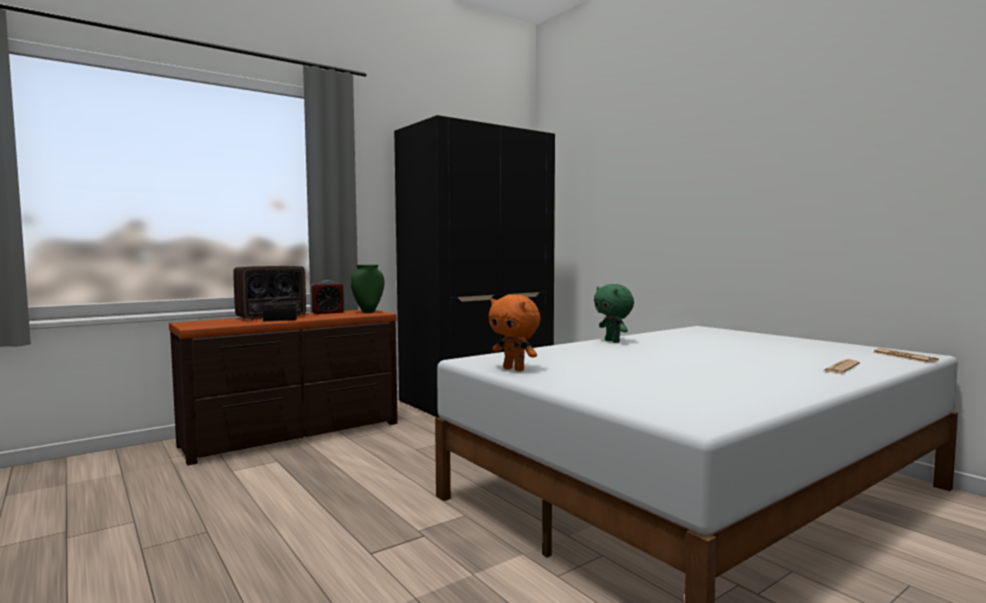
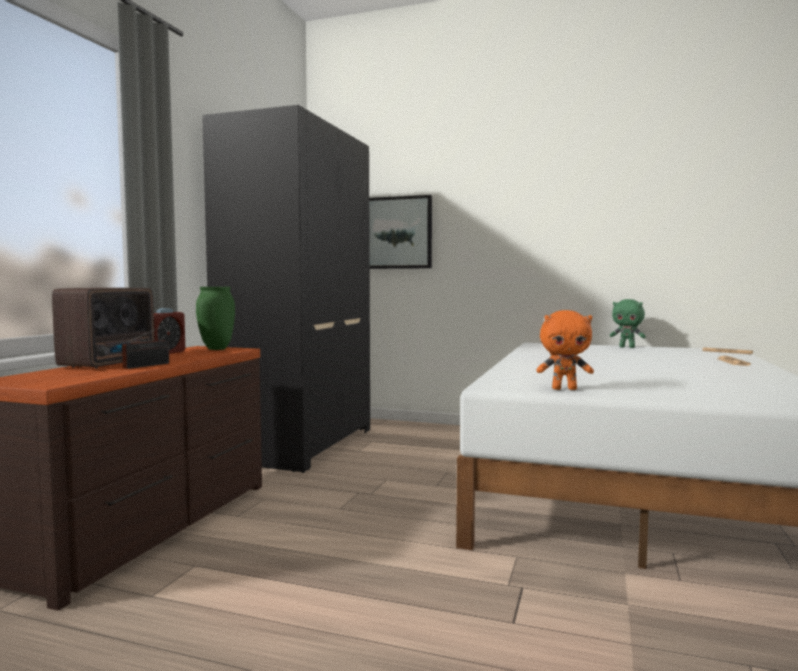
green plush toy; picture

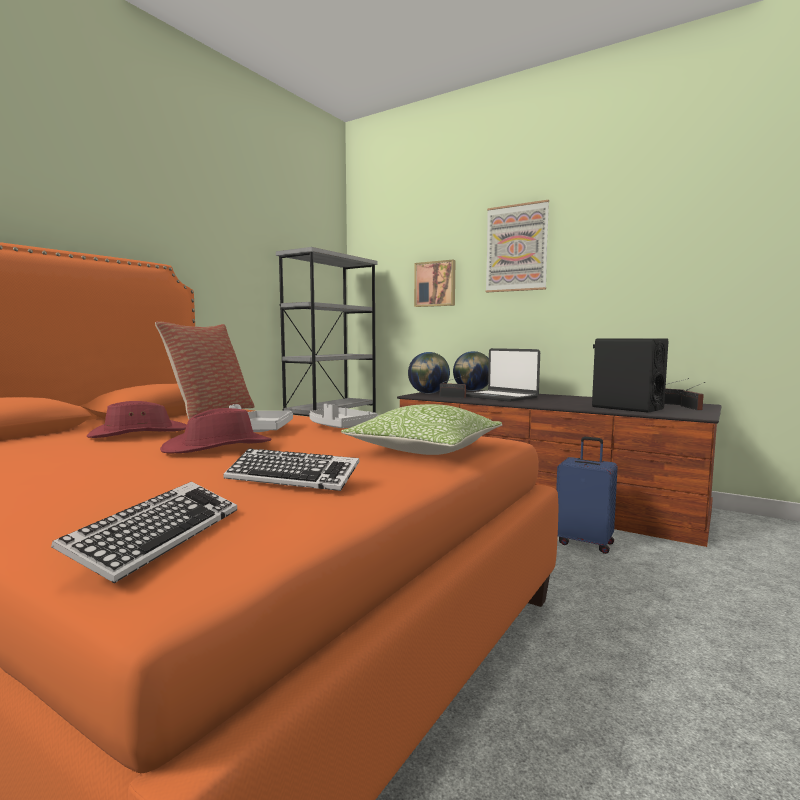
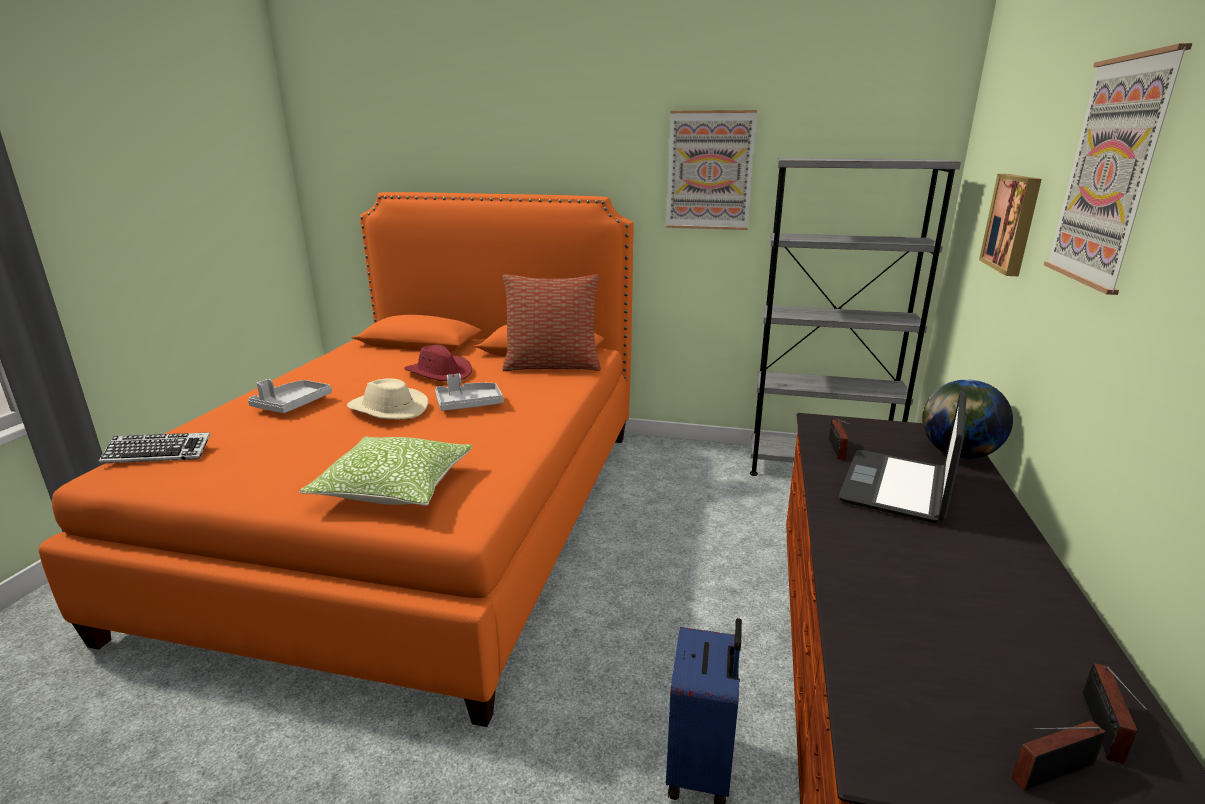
black speaker; globe (no. 1 from left in the first image); grey tray (no. 1 from left); beige hat; keyboard (no. 2 from left in the first image); picture (no. 1 from left)

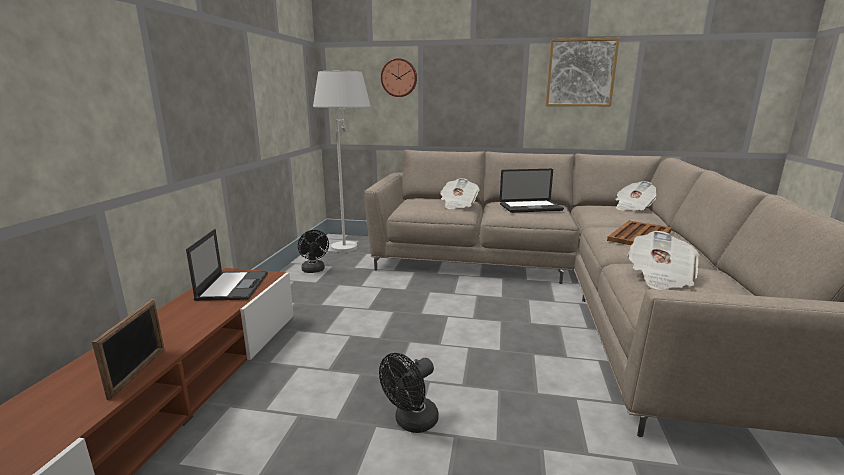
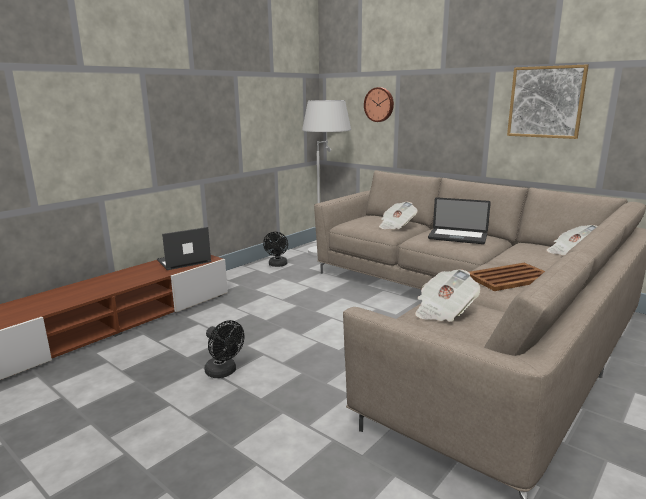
laptop (no. 1 from left); picture frame; black fan (no. 1 from left)

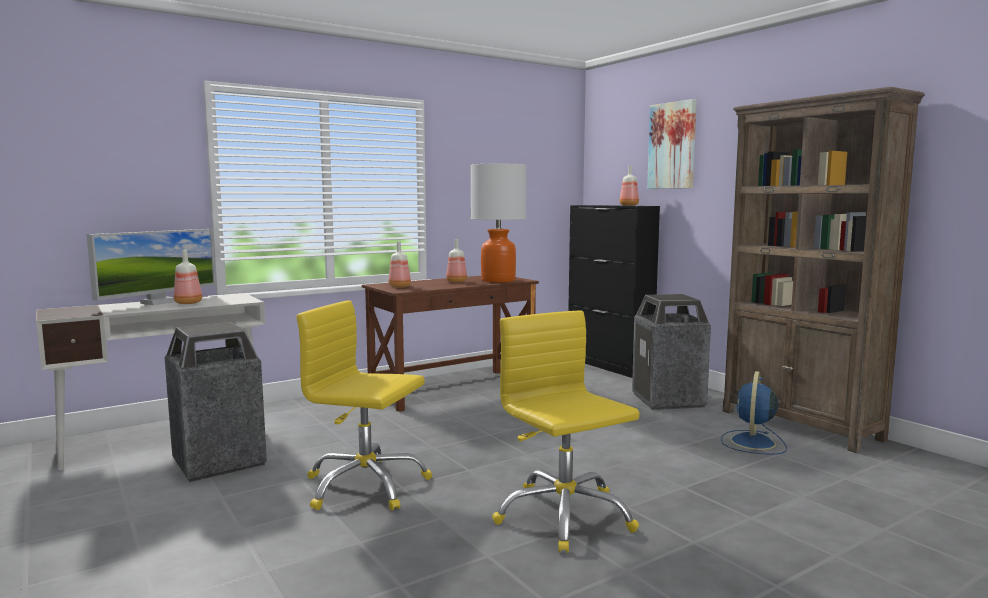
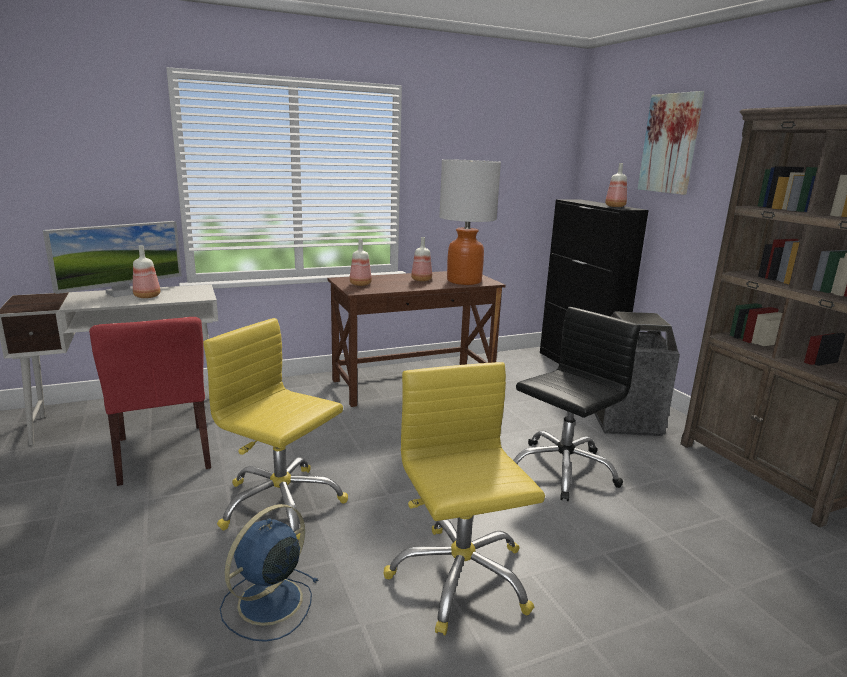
red chair; blue fan; black office chair

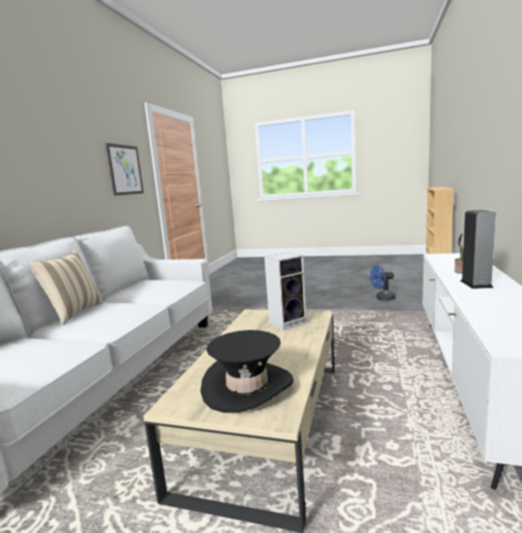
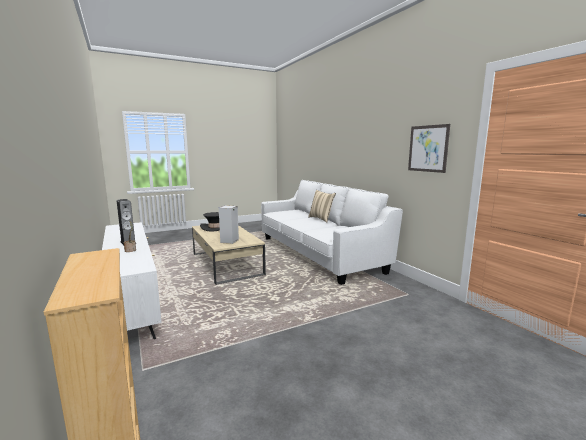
blue fan

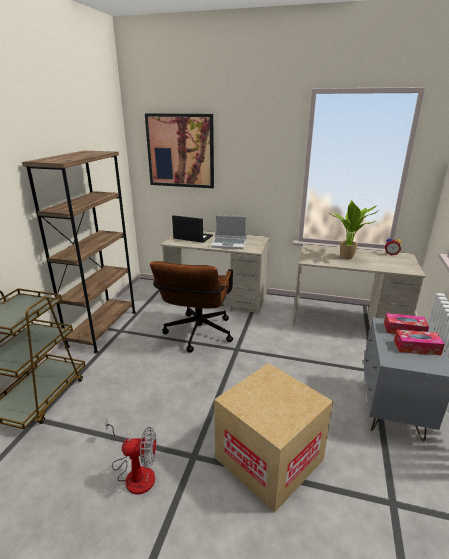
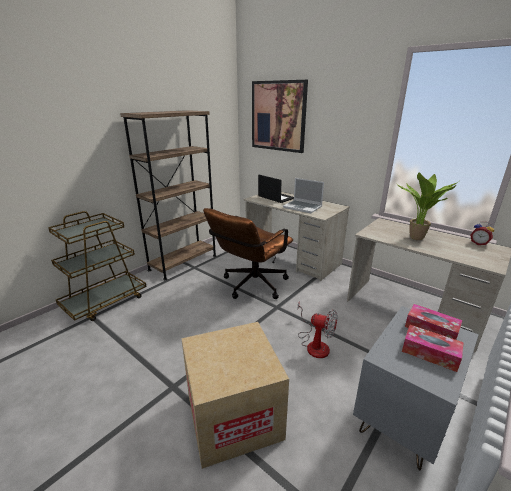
fan

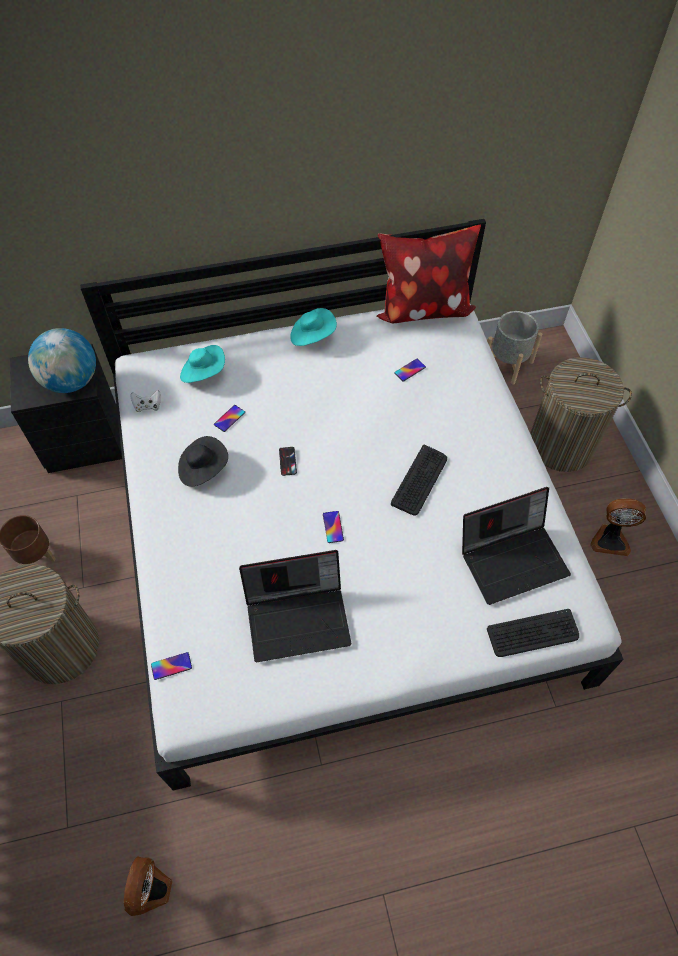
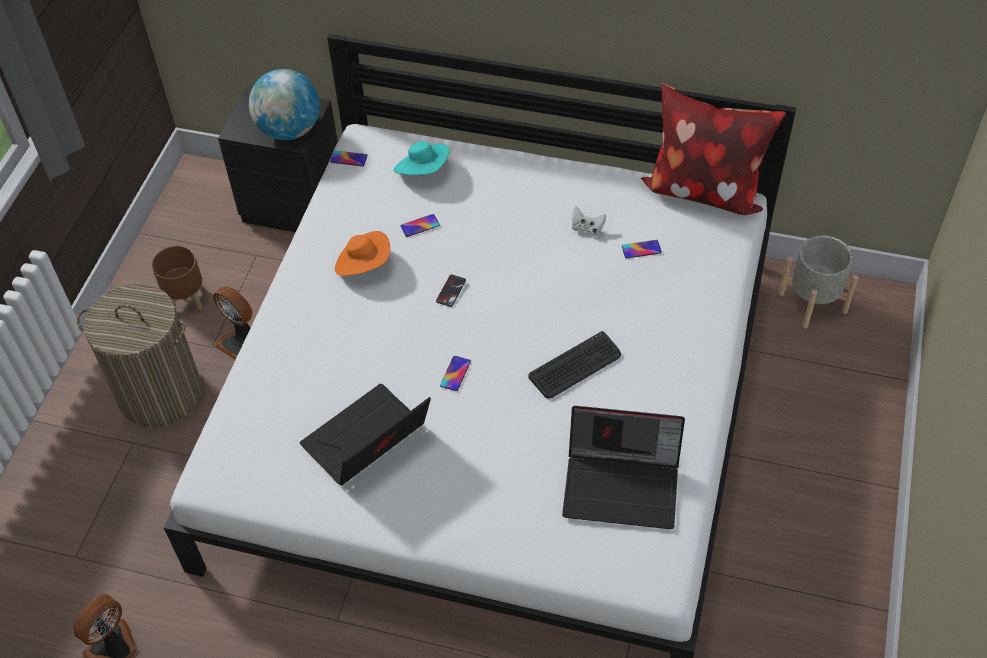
turquoise hat (no. 2 from left in the first image); laundry basket (no. 2 from left in the first image); white game controller; orange hat; fan (no. 2 from left); laptop (no. 1 from left); keyboard (no. 2 from left in the first image); phone (no. 1 from left)

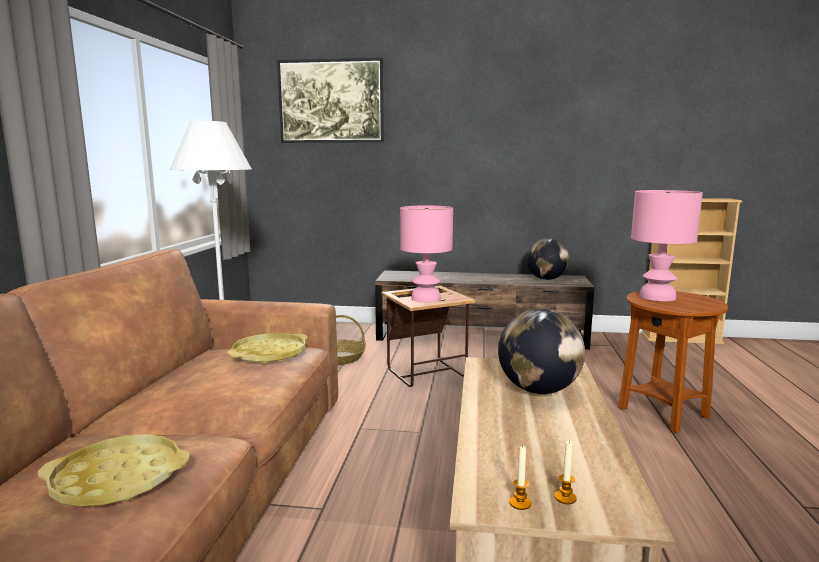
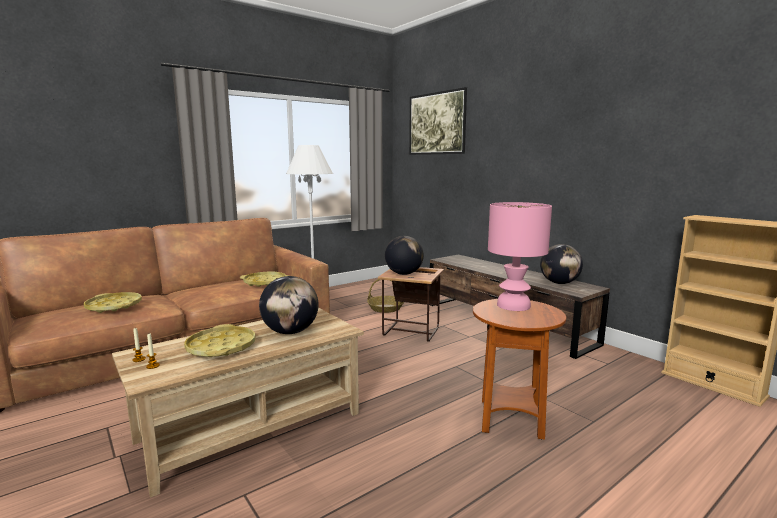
globe (no. 2 from left); yellow tray (no. 2 from left)

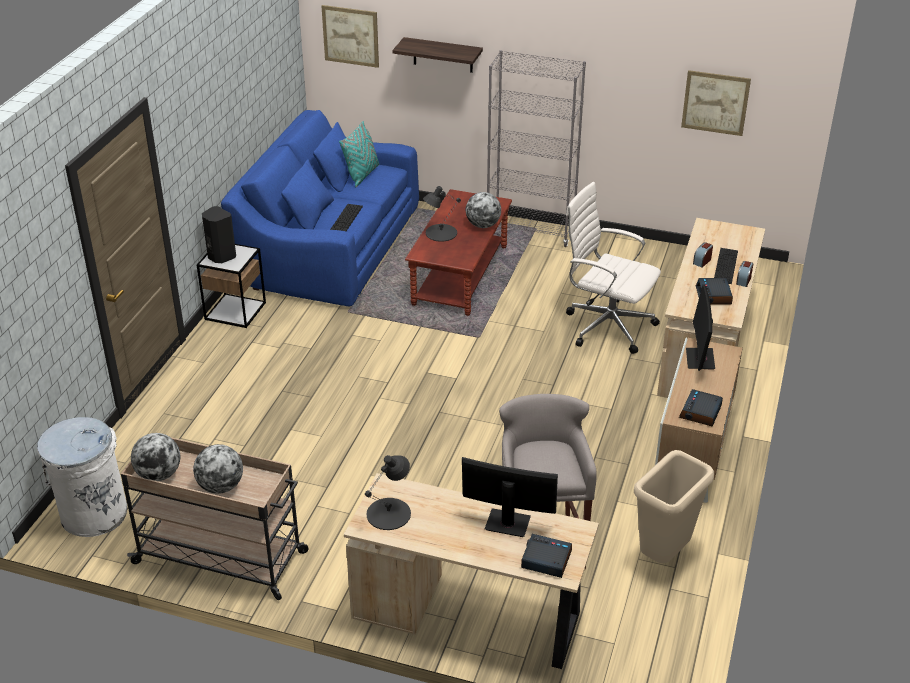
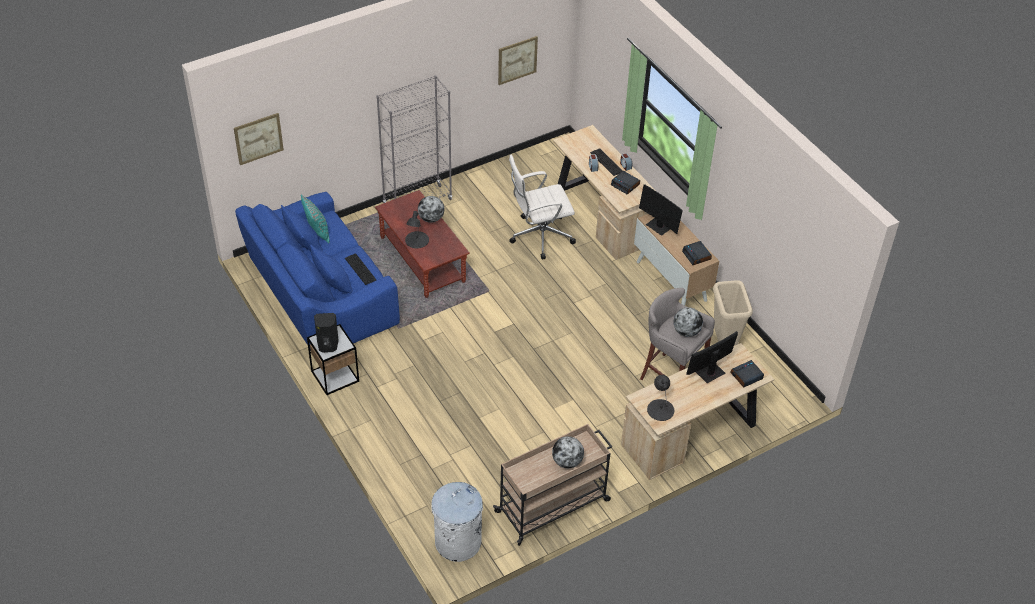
shelf; globe (no. 3 from left)

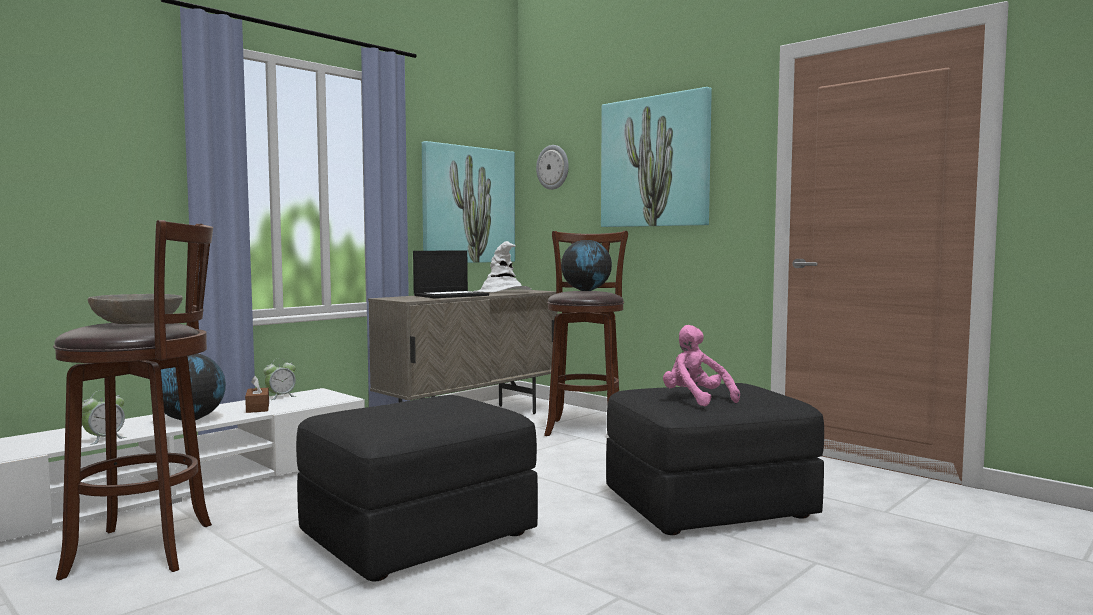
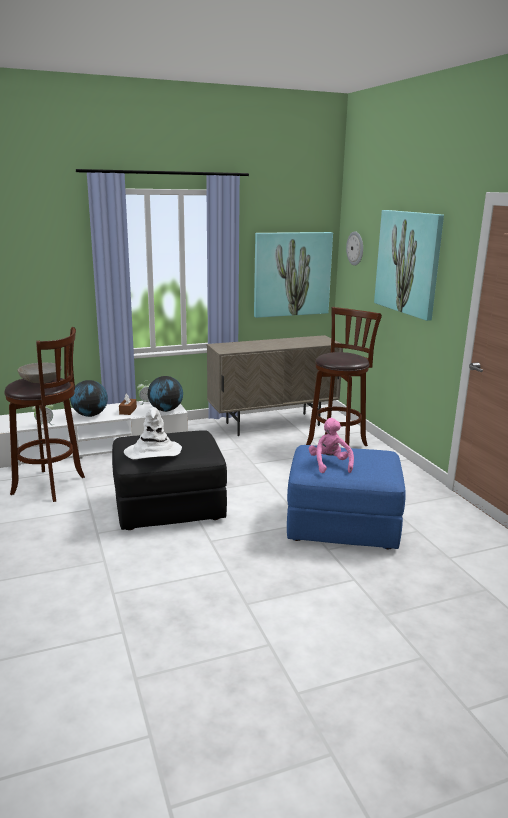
globe (no. 2 from left); white hat; laptop; blue ottoman

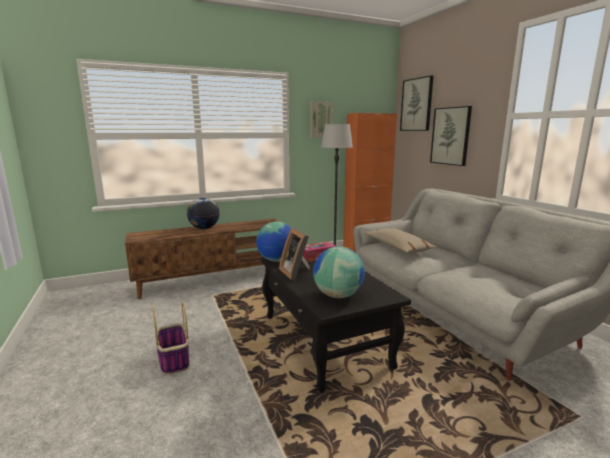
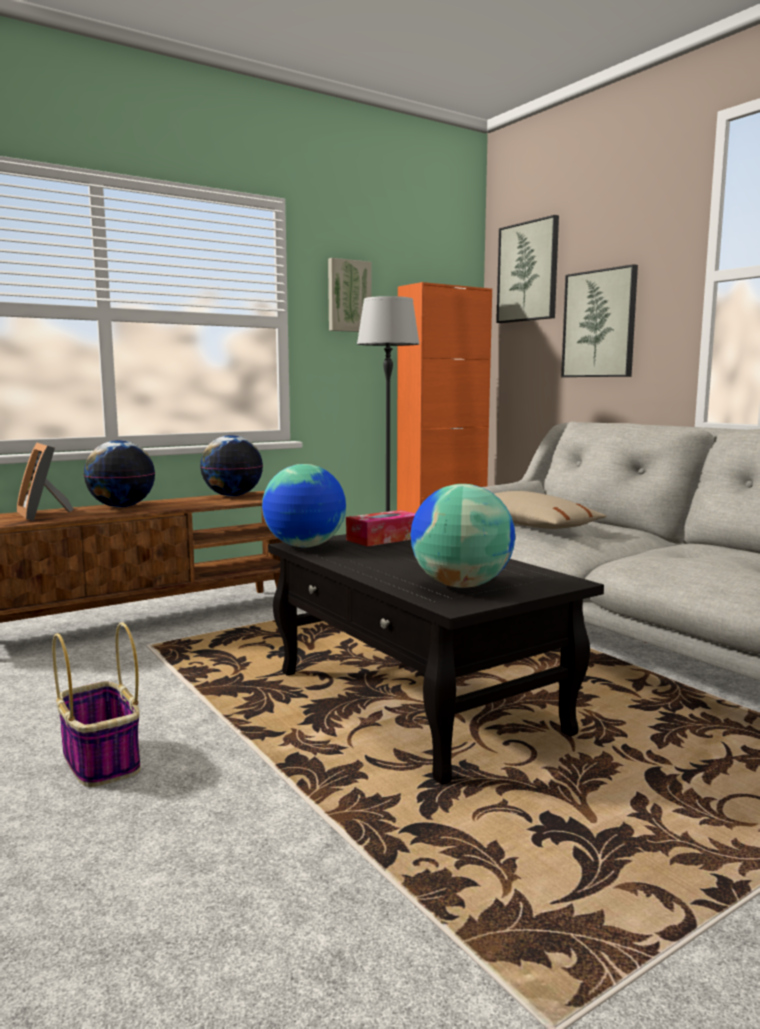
picture frame; globe (no. 2 from left)

